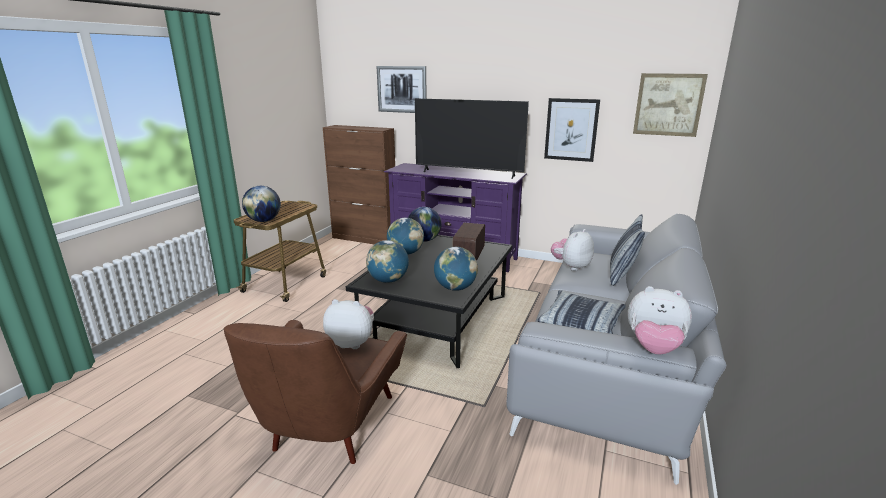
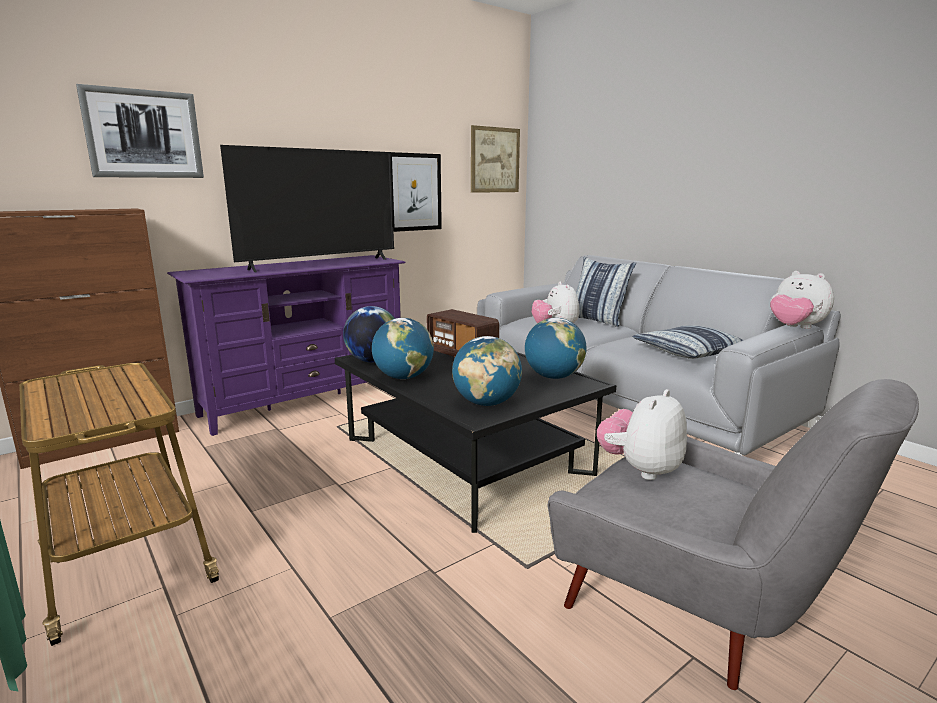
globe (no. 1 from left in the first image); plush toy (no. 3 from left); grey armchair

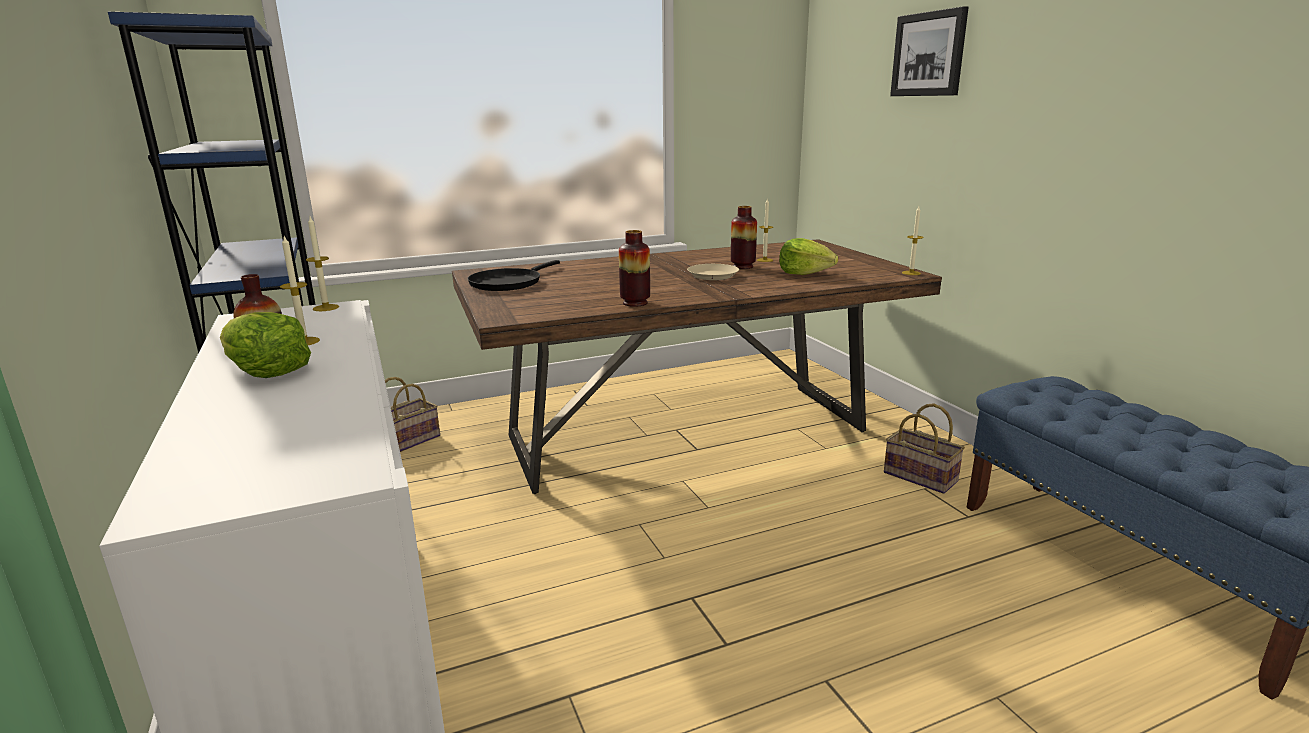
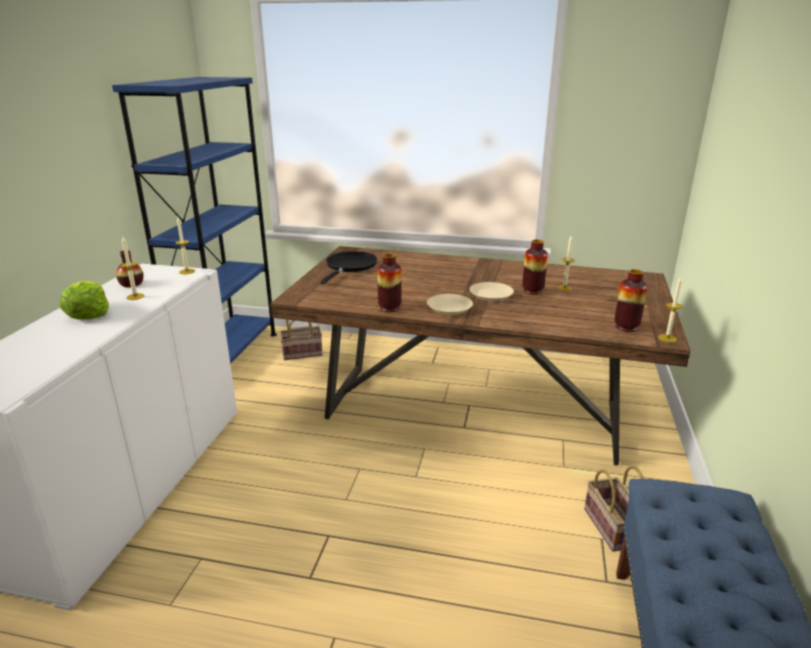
picture; lettuce (no. 2 from left in the first image); black frying pan; vase (no. 4 from left); beige plate (no. 1 from left)

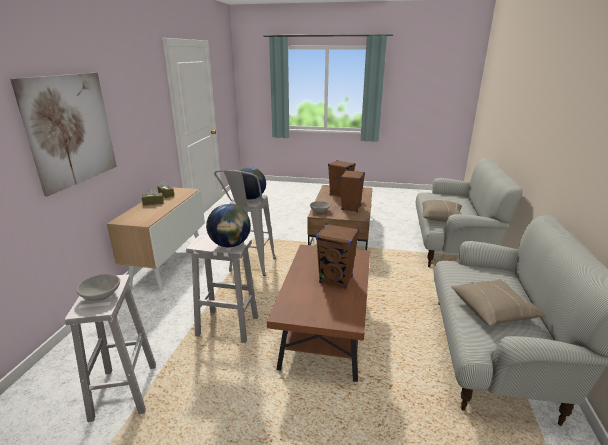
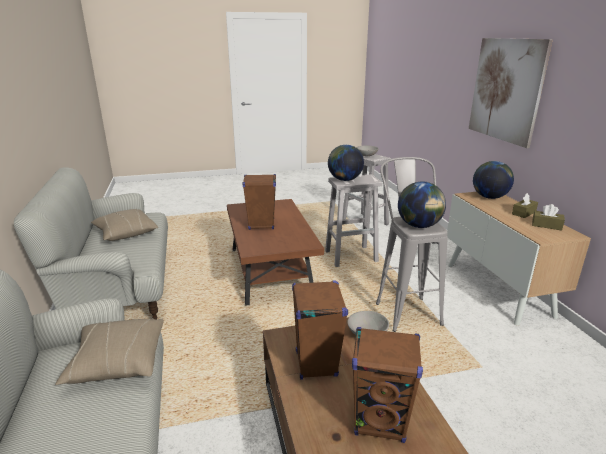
globe (no. 3 from left)

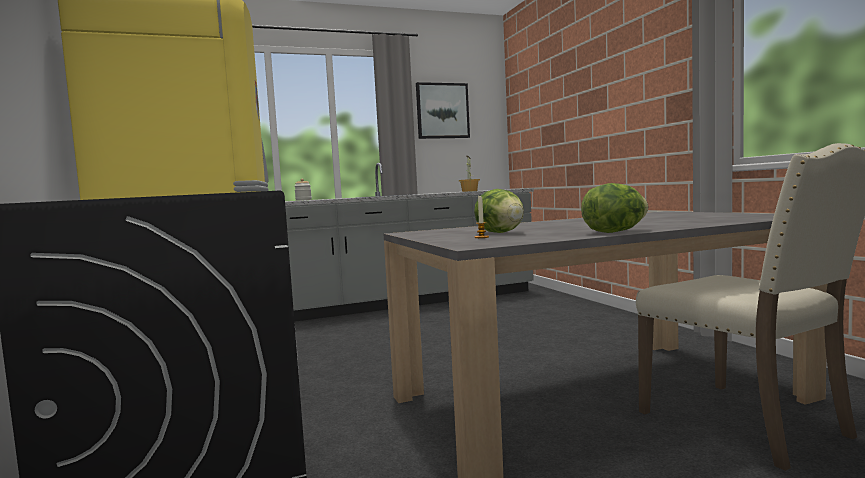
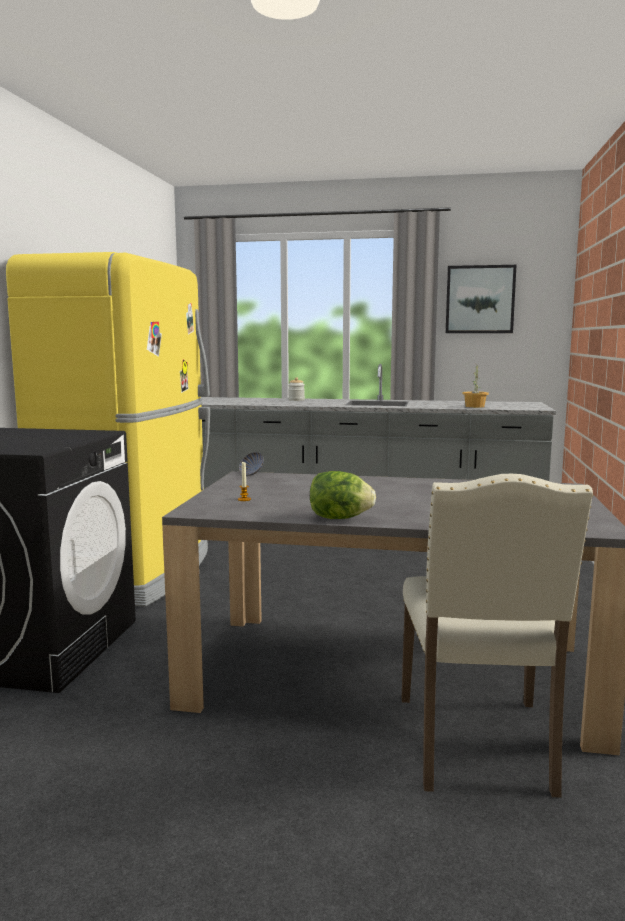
lettuce (no. 1 from left in the first image); bowl

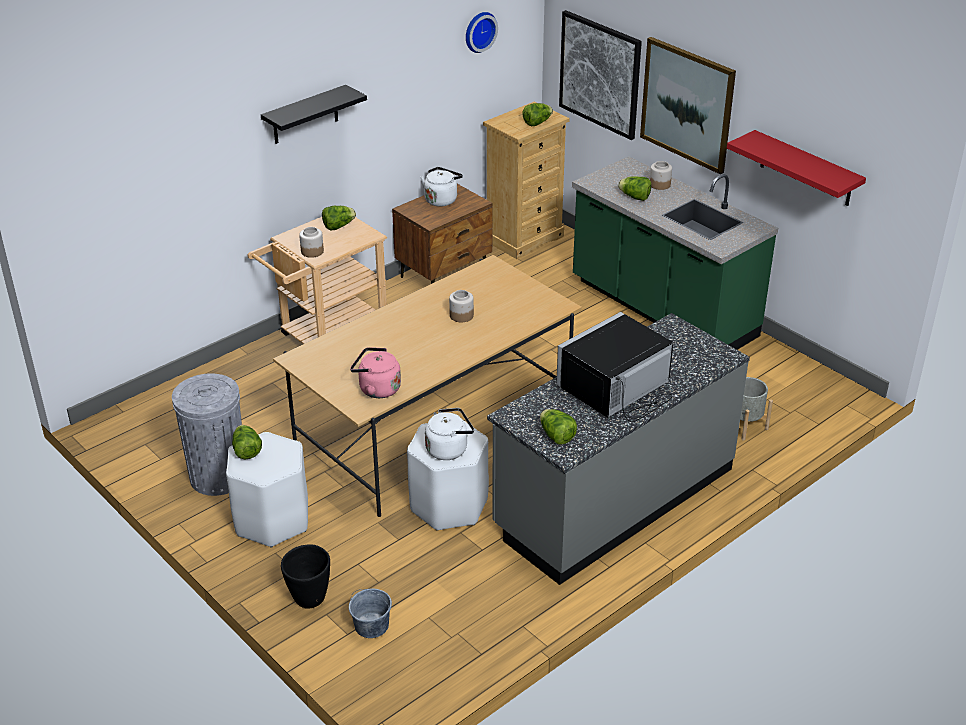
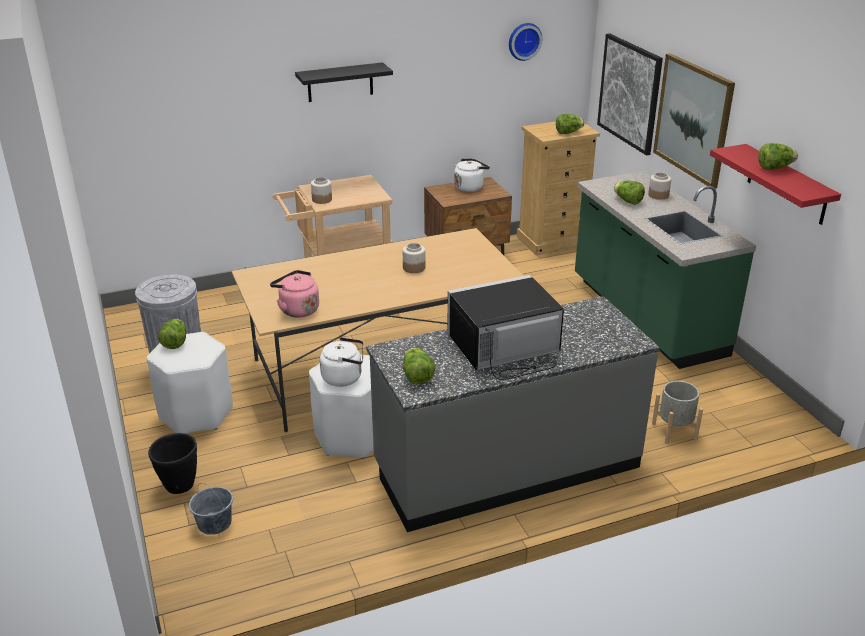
lettuce (no. 5 from left)

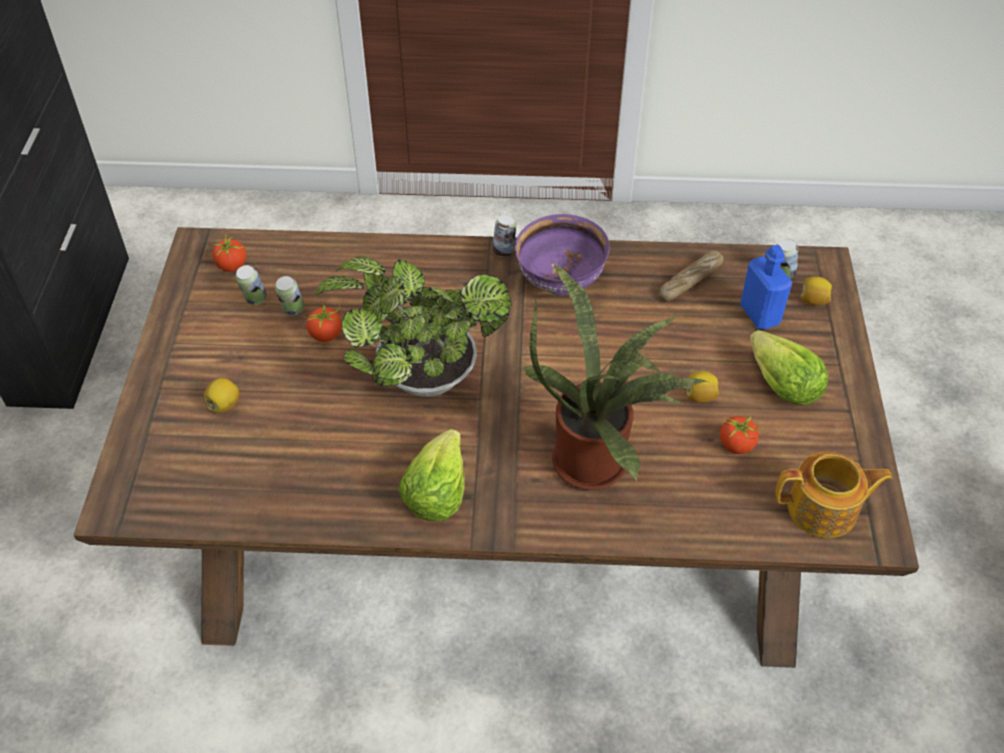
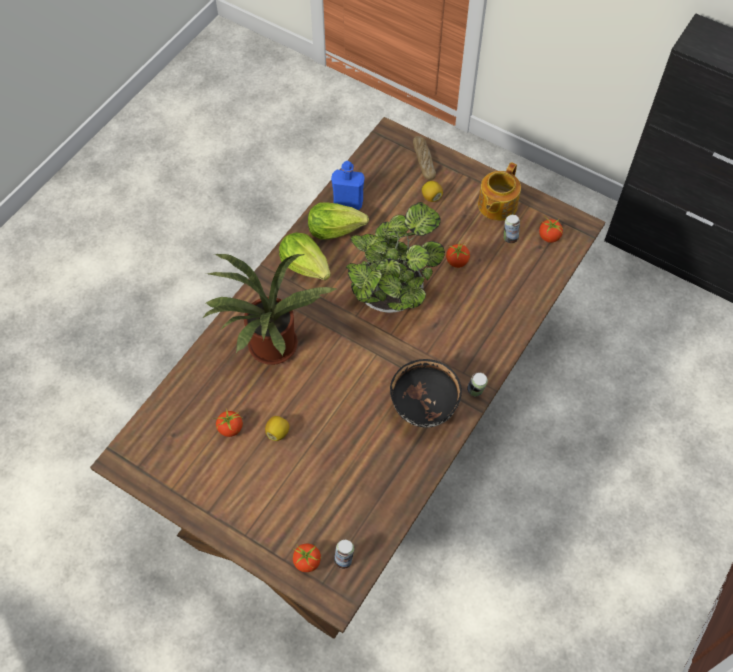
black bowl; blue bottle; bread; can (no. 2 from left in the first image); tomato (no. 2 from left); lettuce (no. 2 from left); teapot

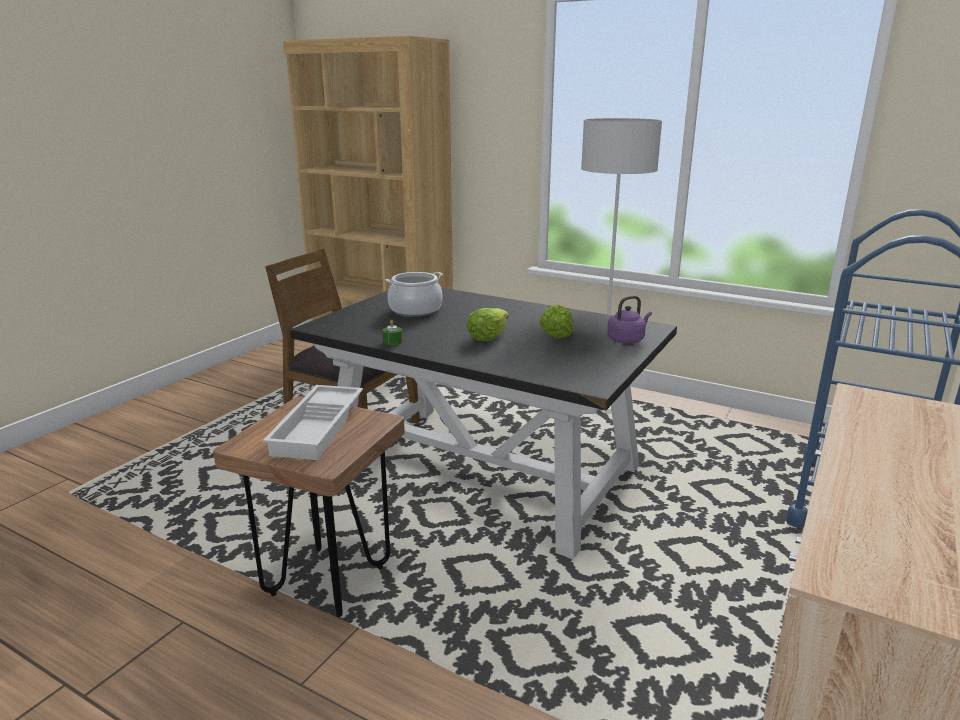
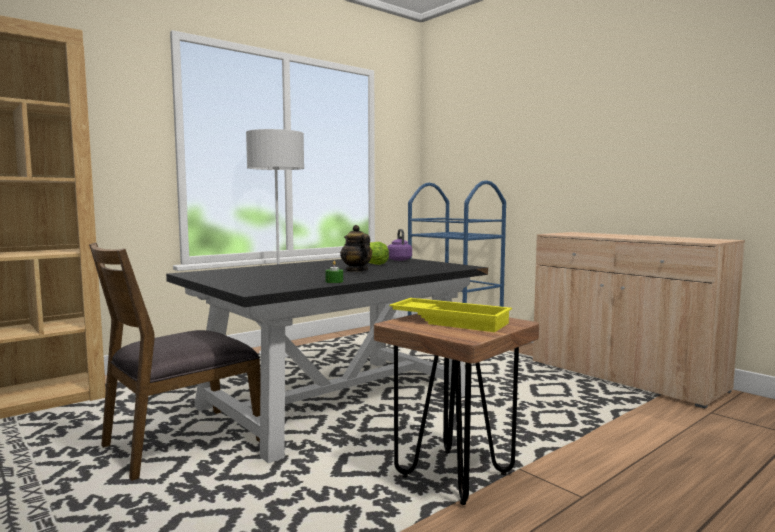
cooking pot; teapot; yellow tray

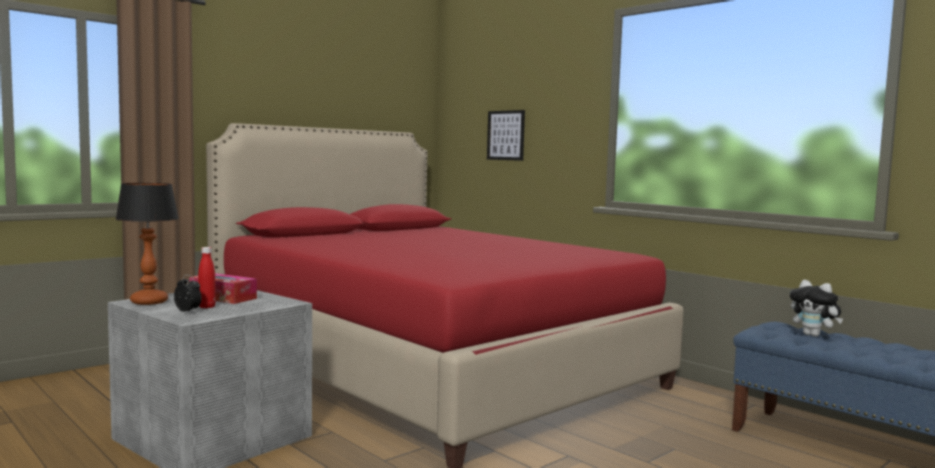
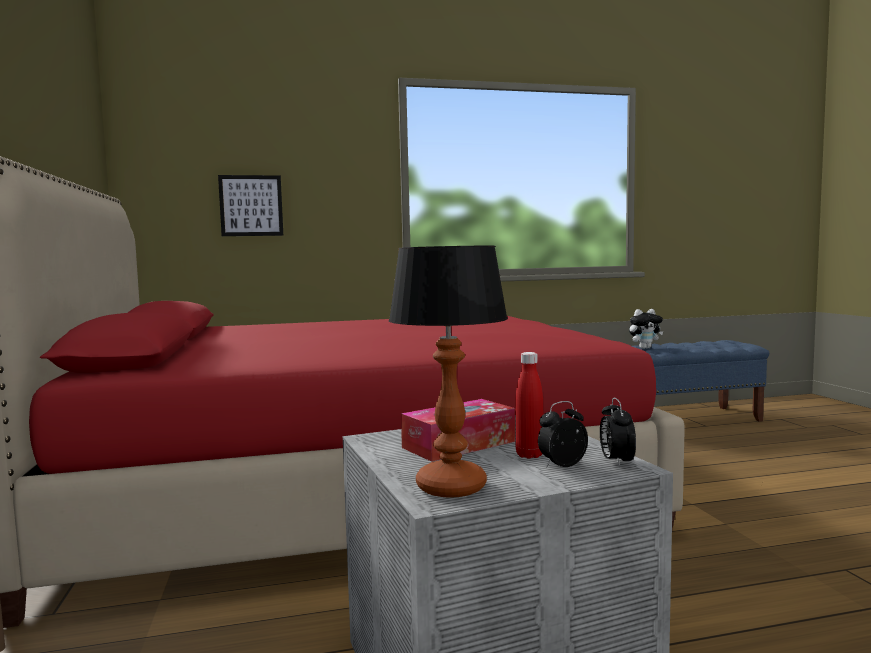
alarm clock (no. 2 from left)

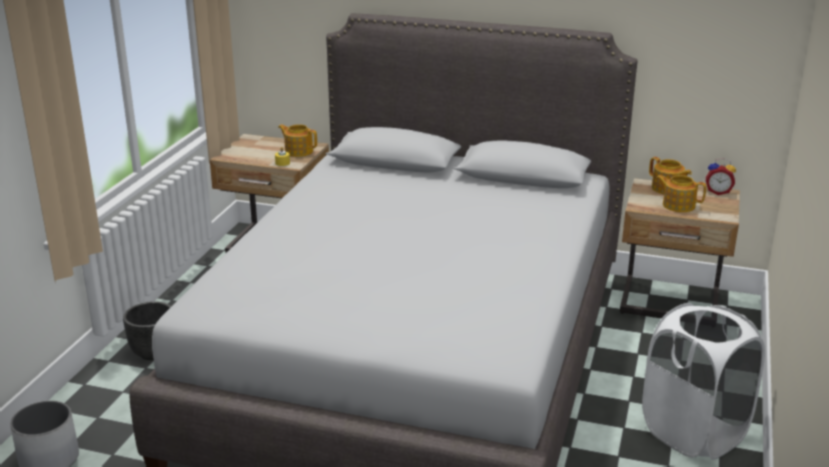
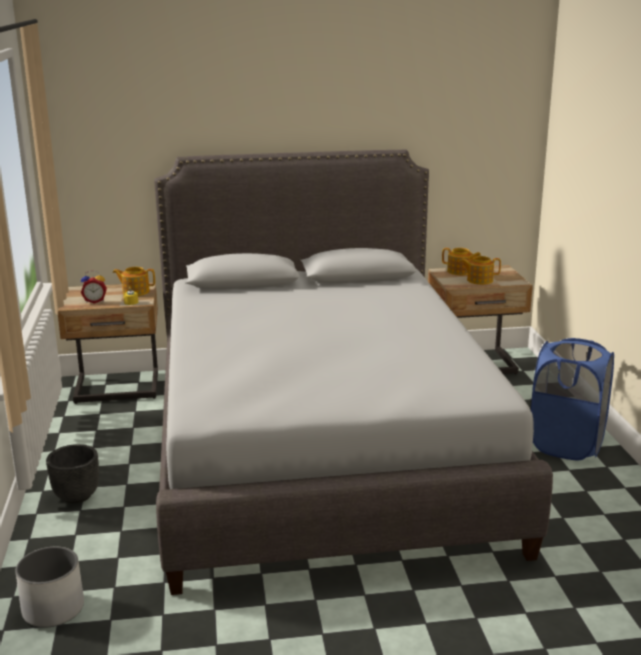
alarm clock; blue laundry basket

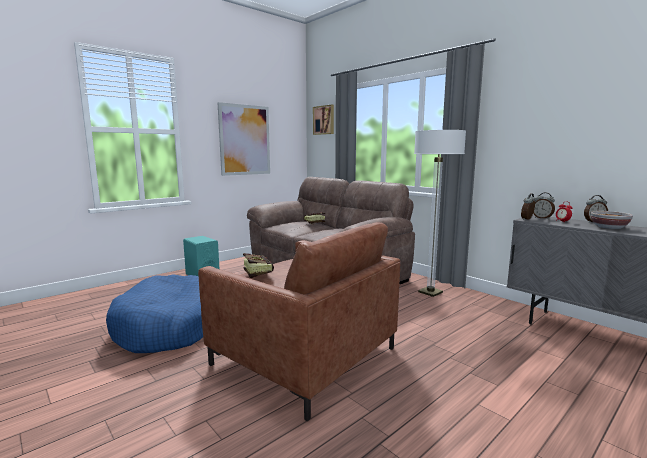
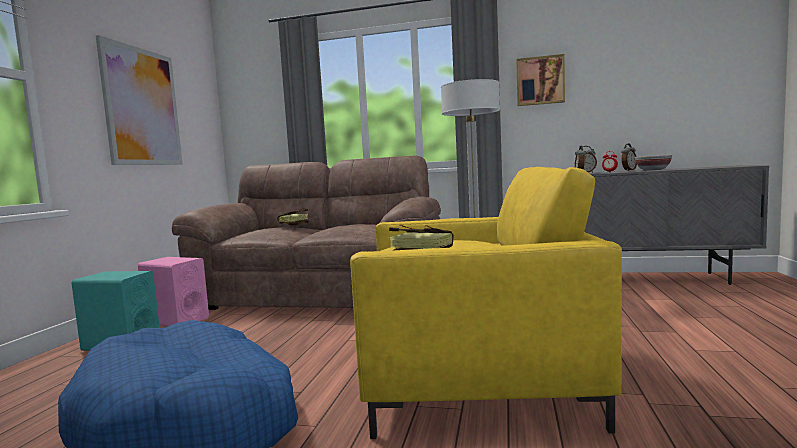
picture (no. 2 from left); yellow armchair; pink speaker

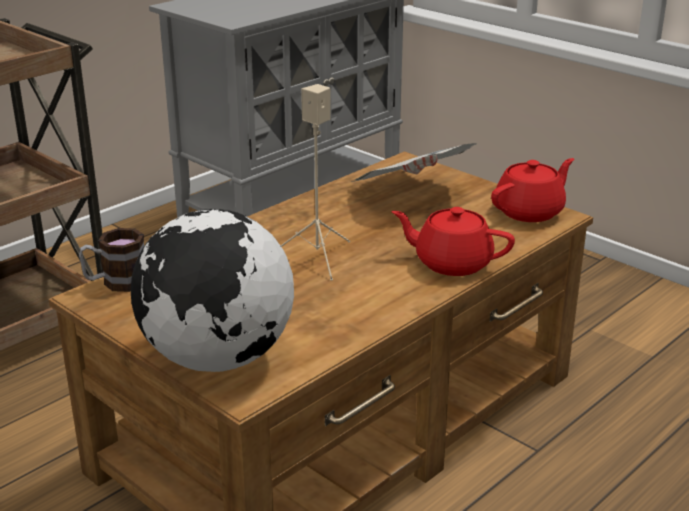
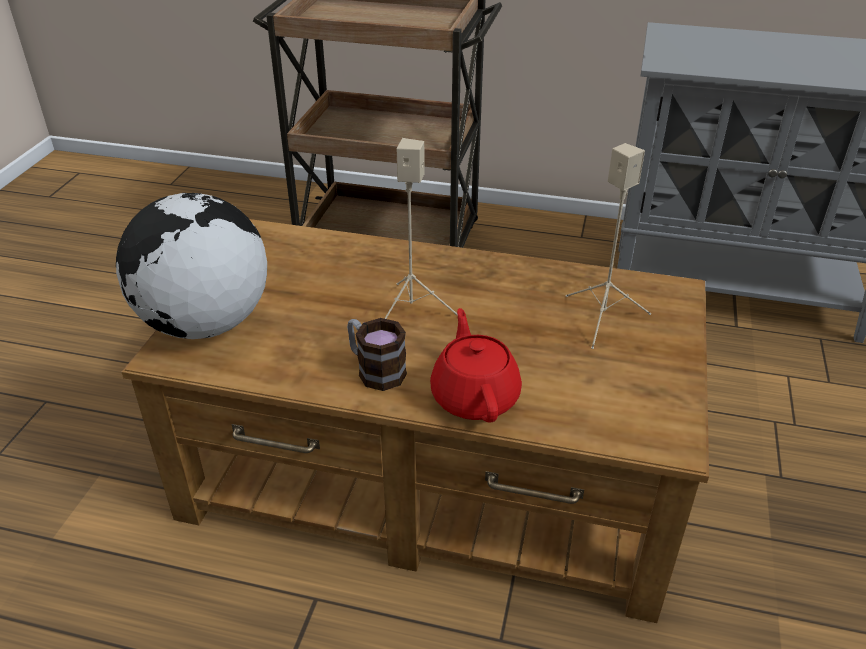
beige speaker (no. 2 from left); red teapot (no. 2 from left in the first image); mug

